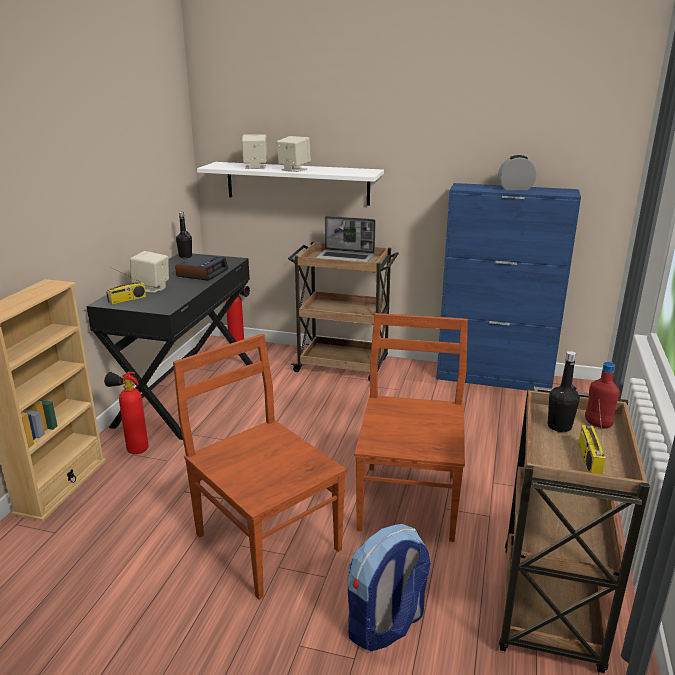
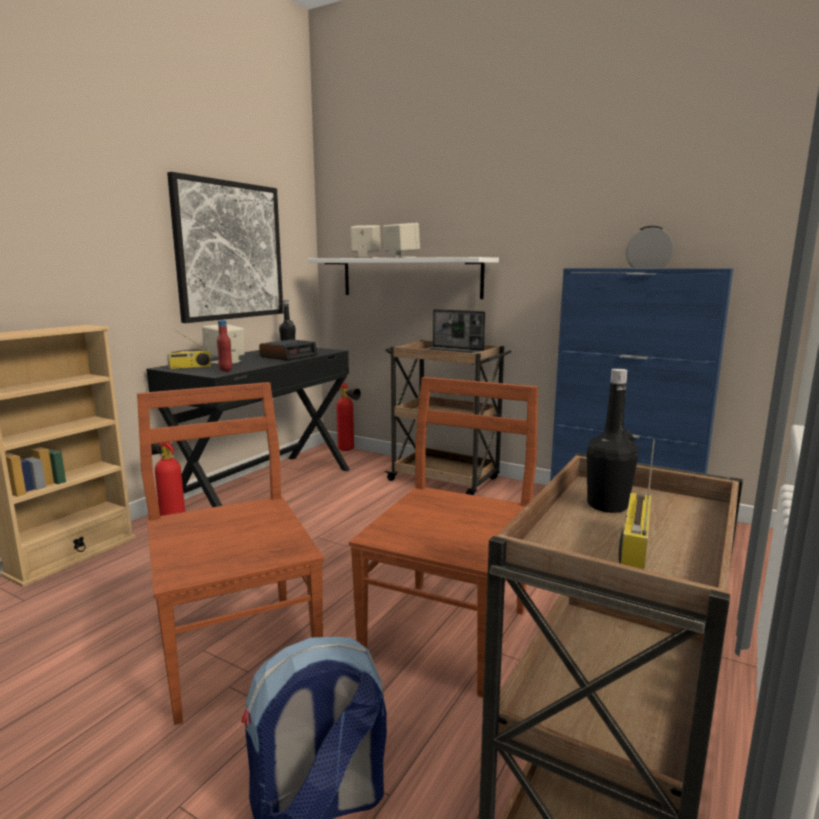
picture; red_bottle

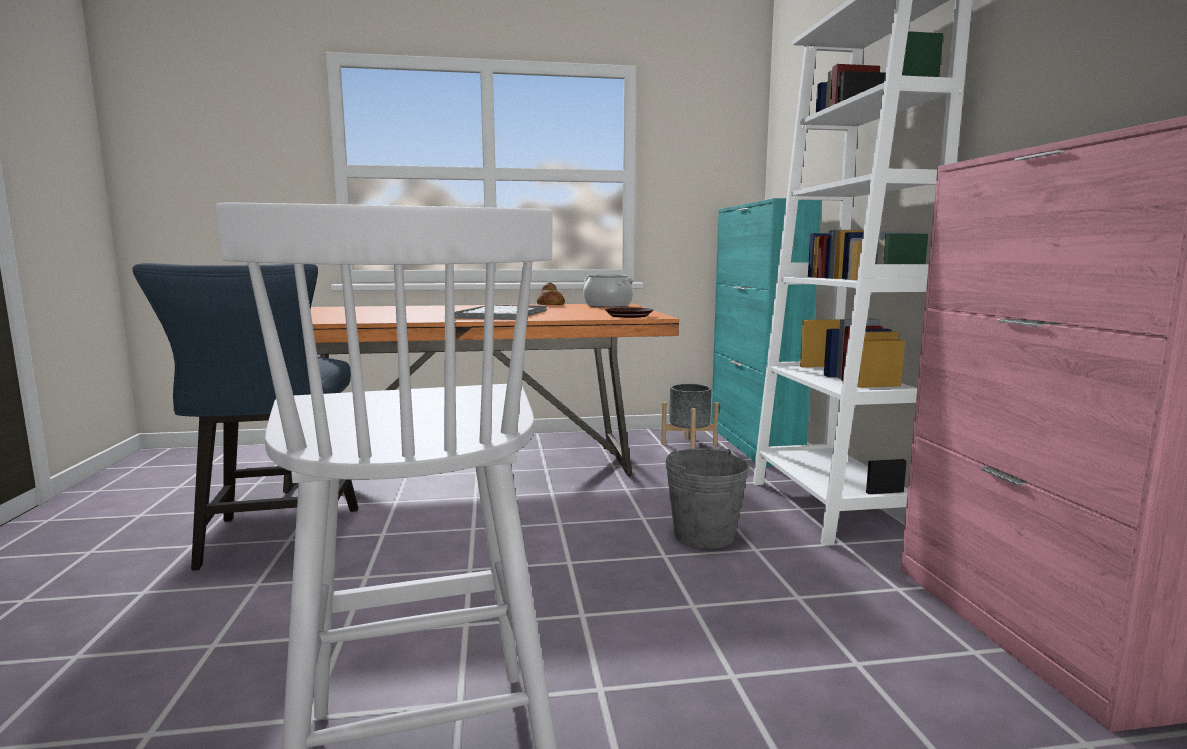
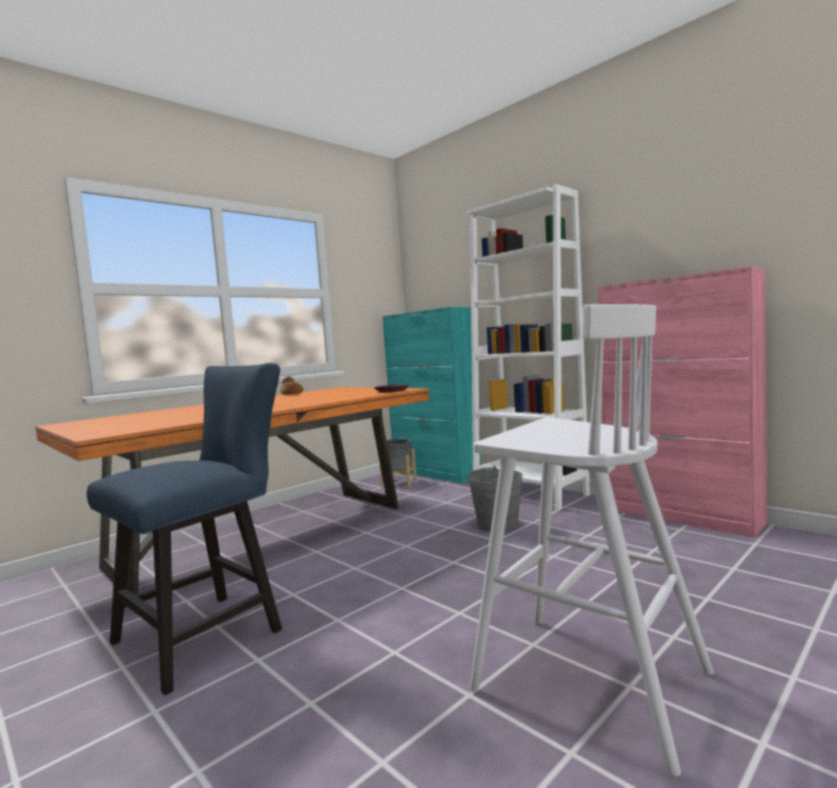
blue_chair; tray; cooking_pot

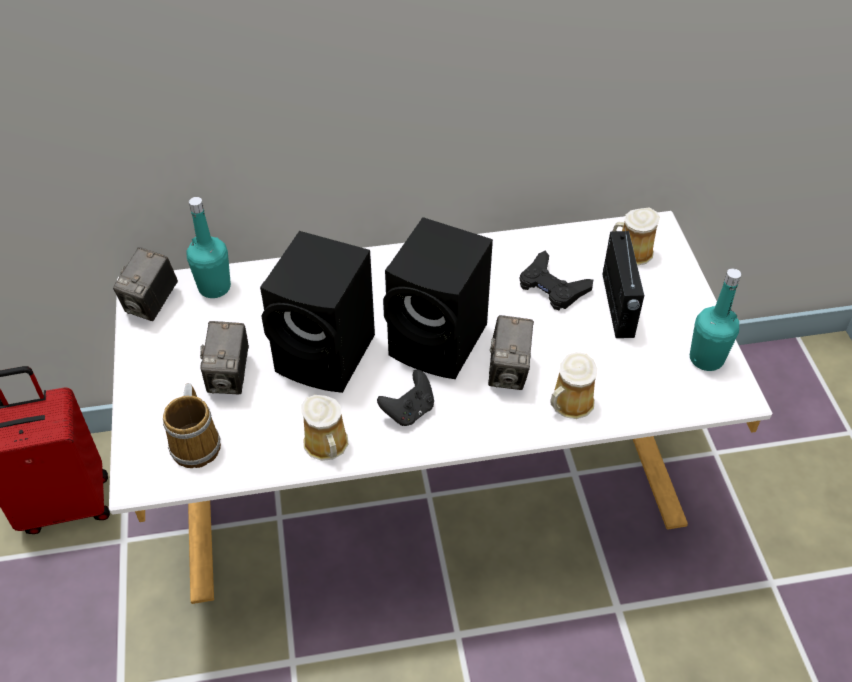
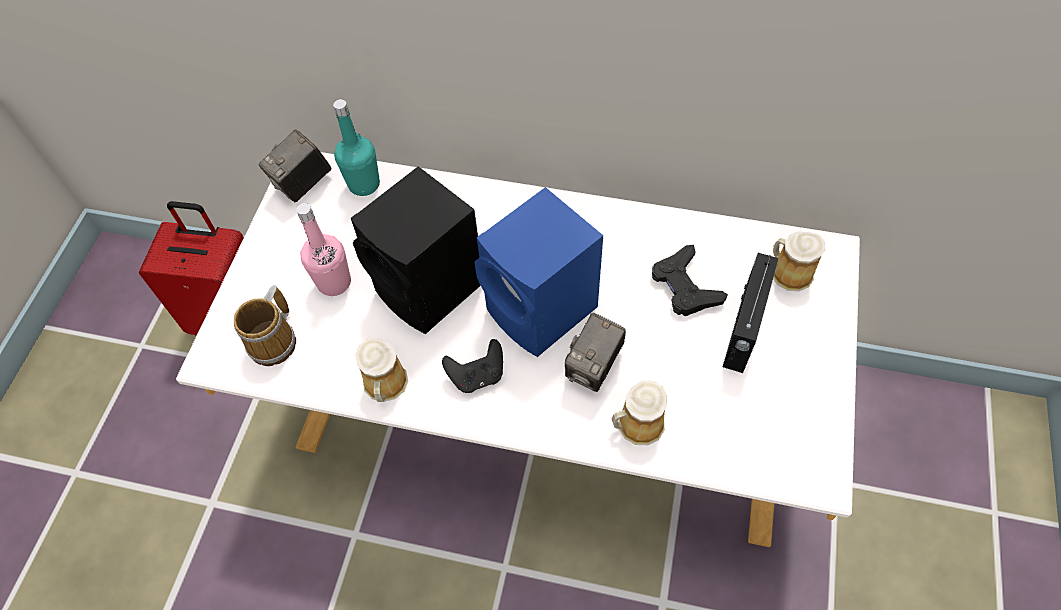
pink_bottle; blue_speaker; turquoise_bottle (2nd from left in the first image)

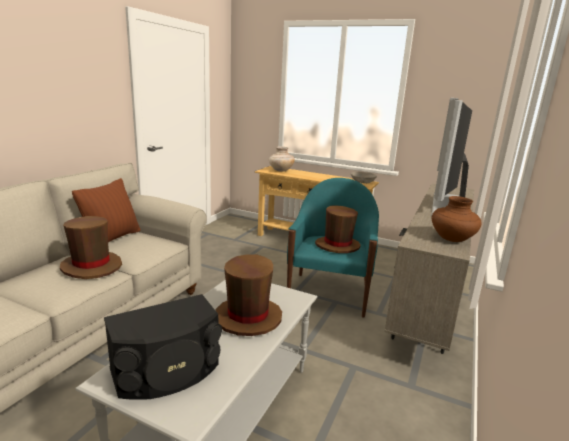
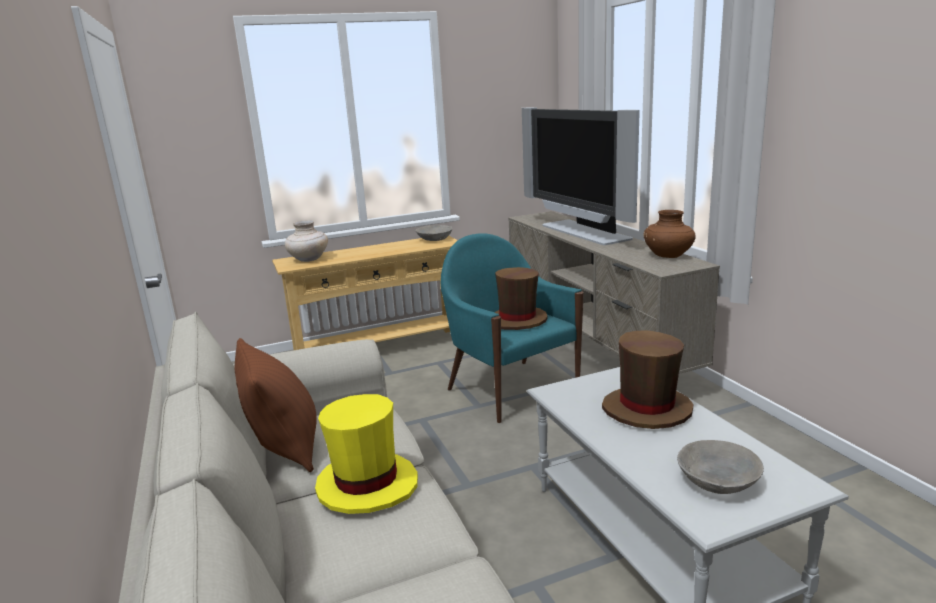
yellow_hat; grey_bowl (2nd from left)

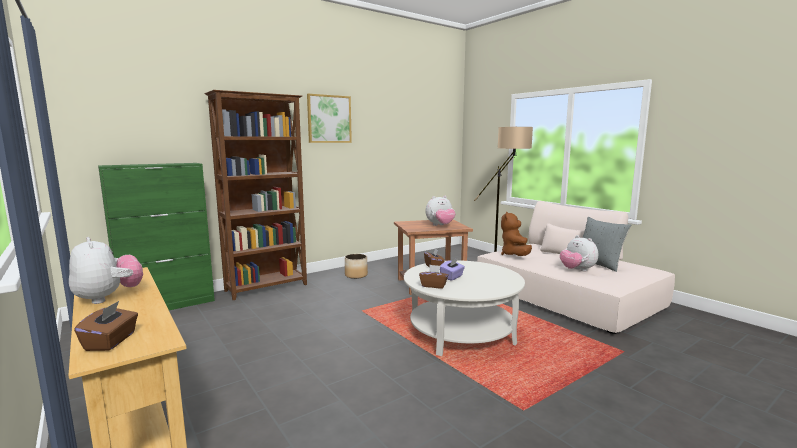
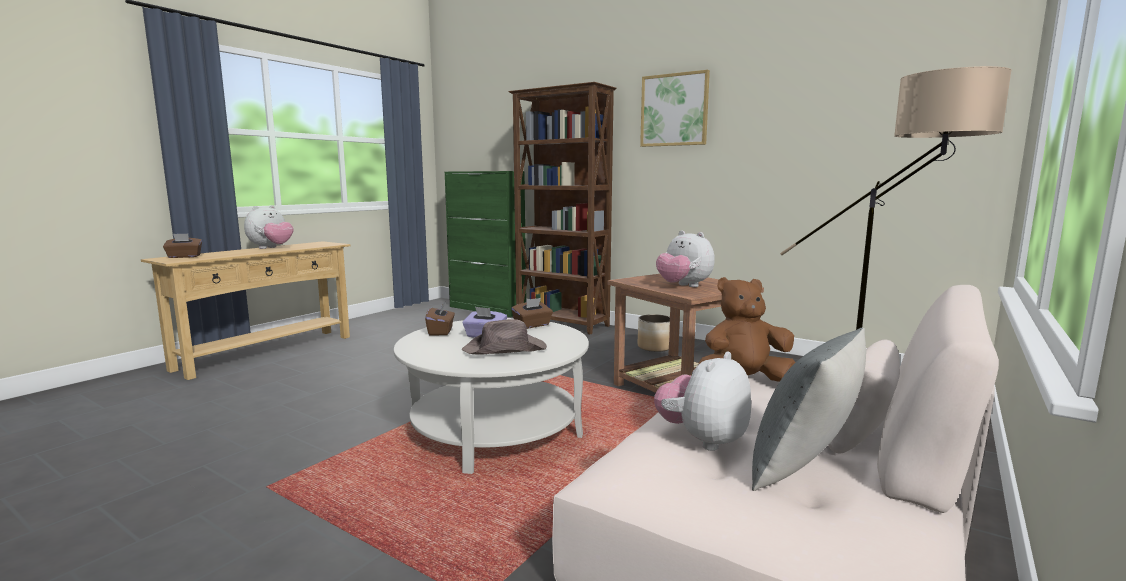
brown_hat

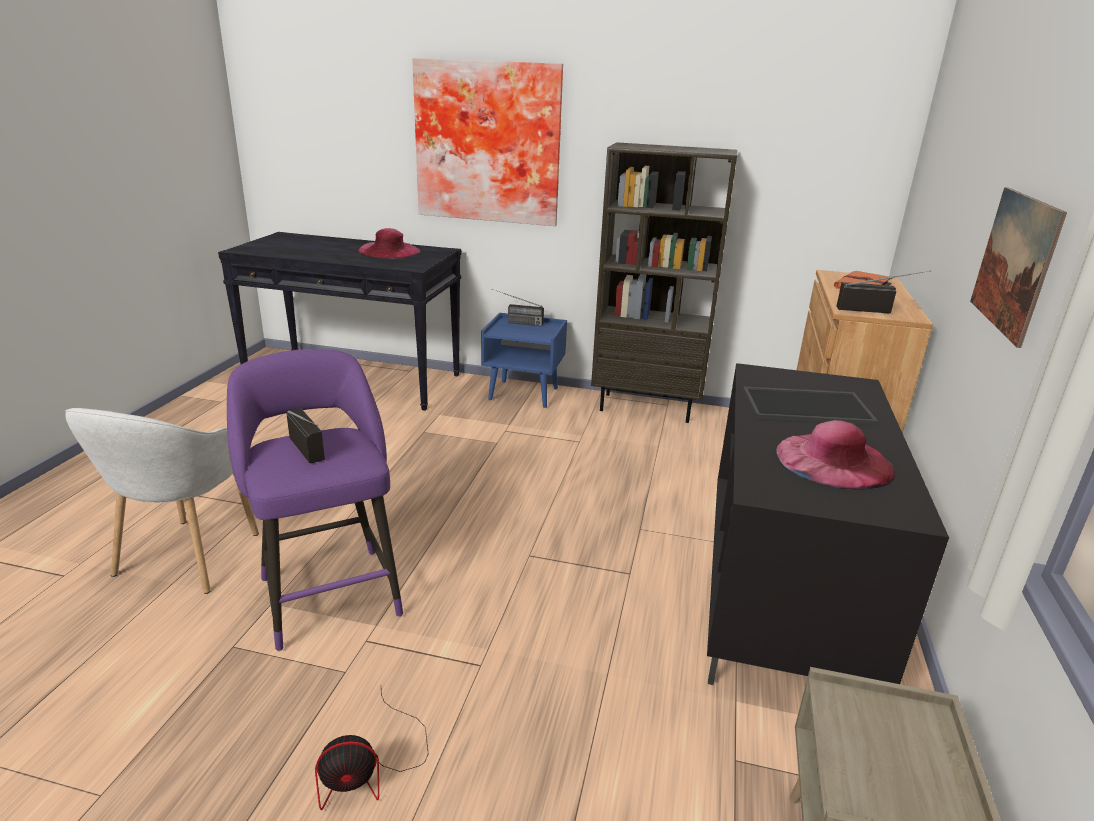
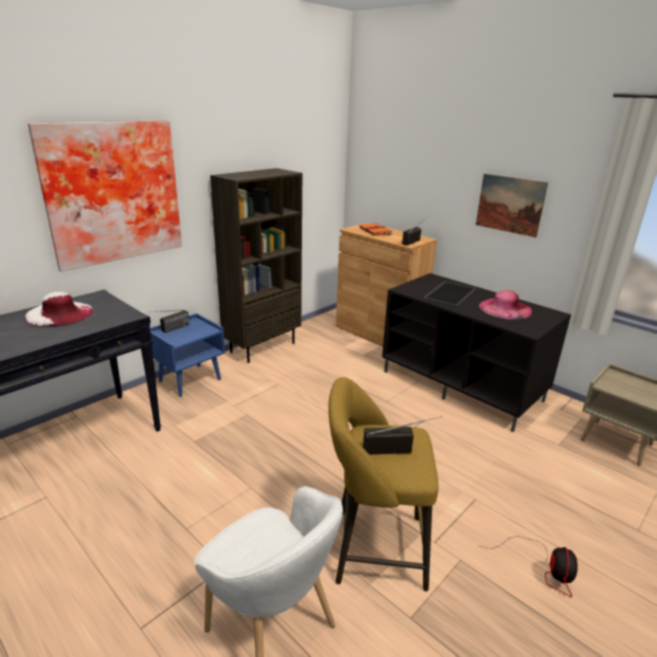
white_hat; yellow_stool

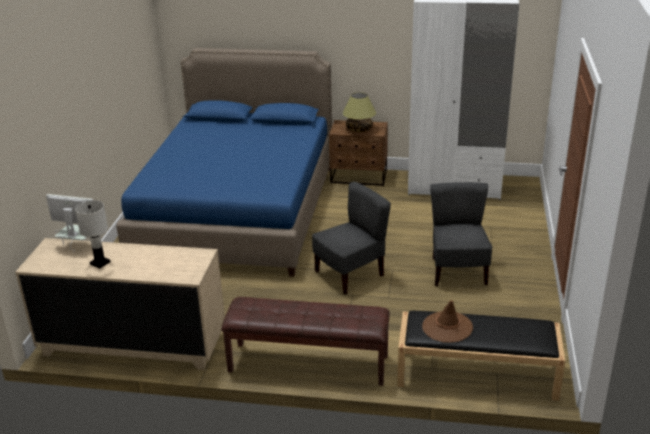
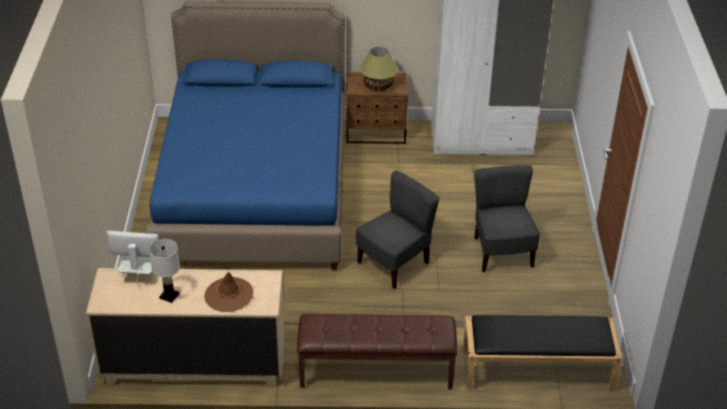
brown_hat

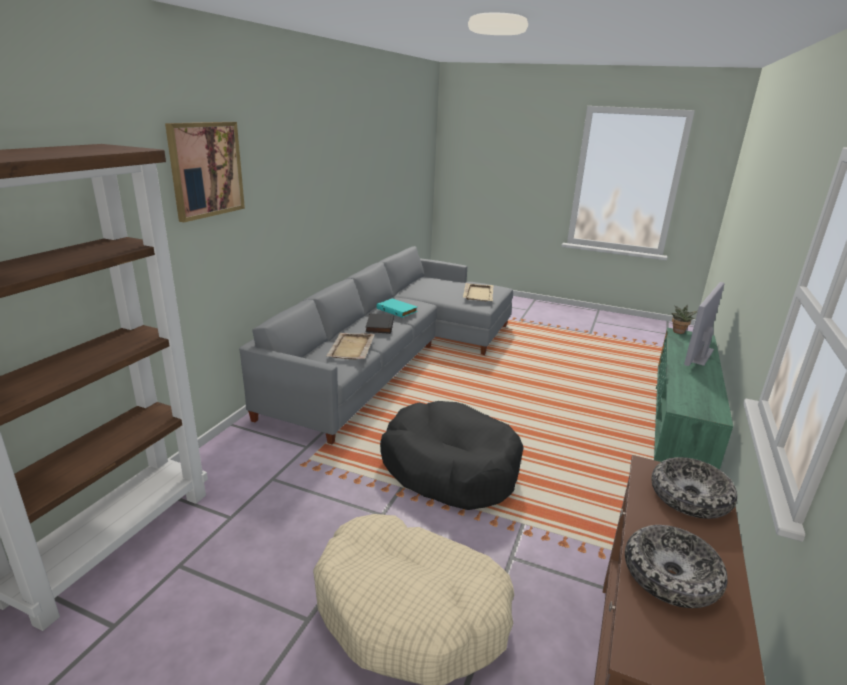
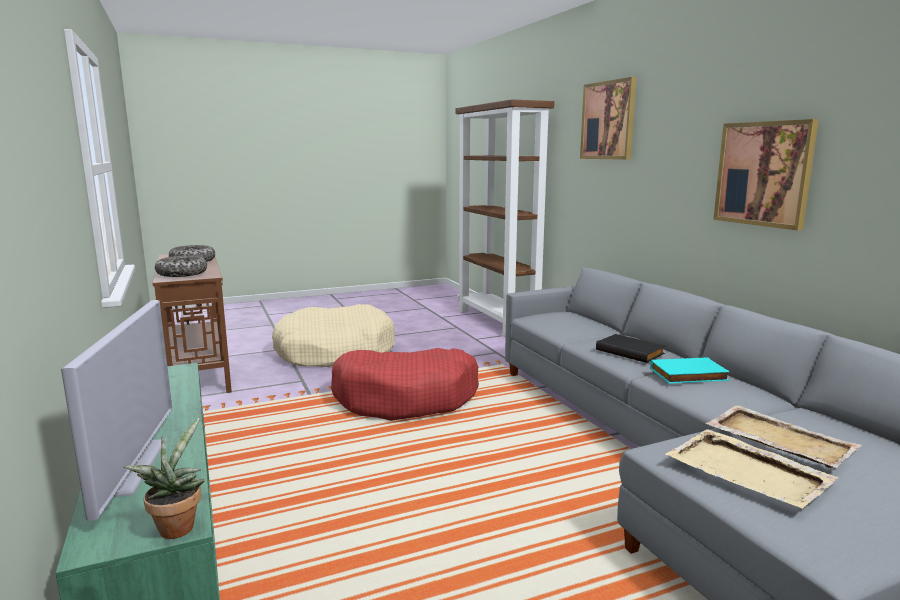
red_dog_bed; beige_tray (2nd from left); picture (2nd from left)

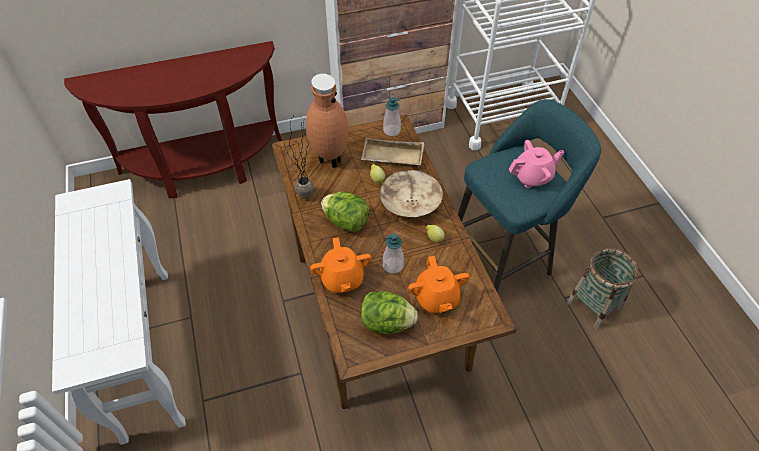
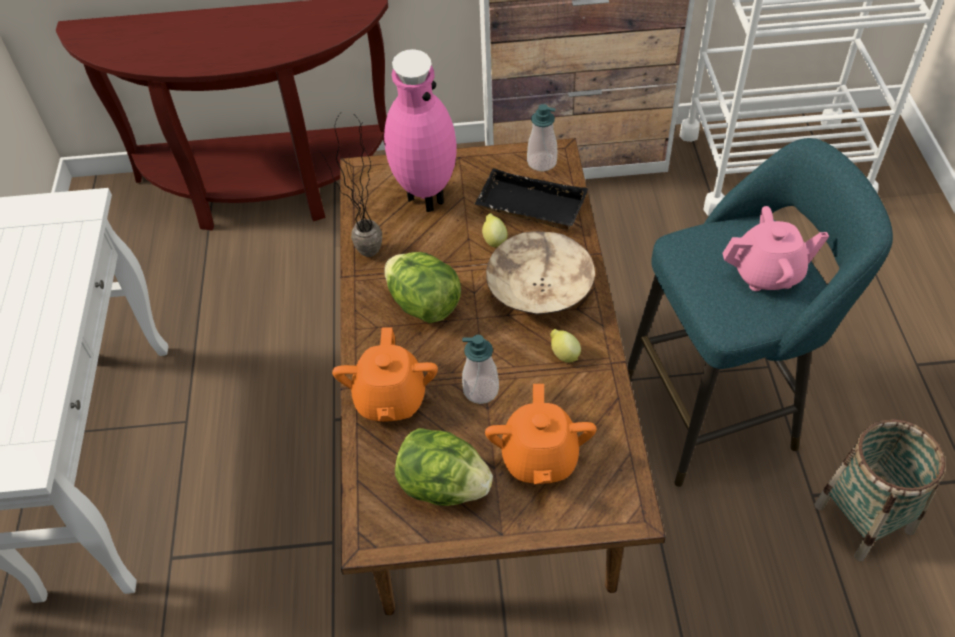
pink_vase; black_tray

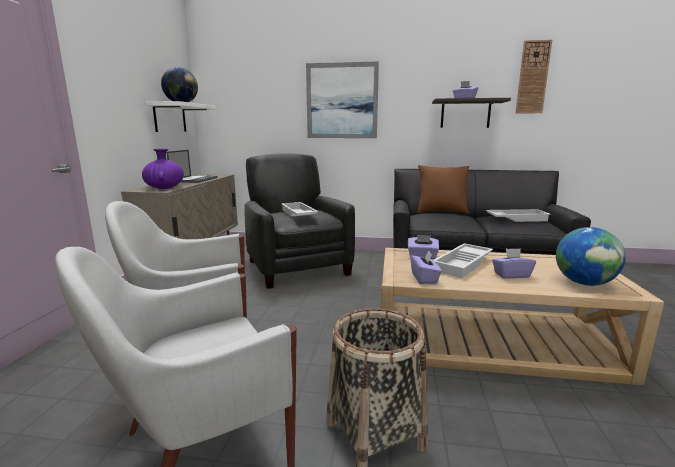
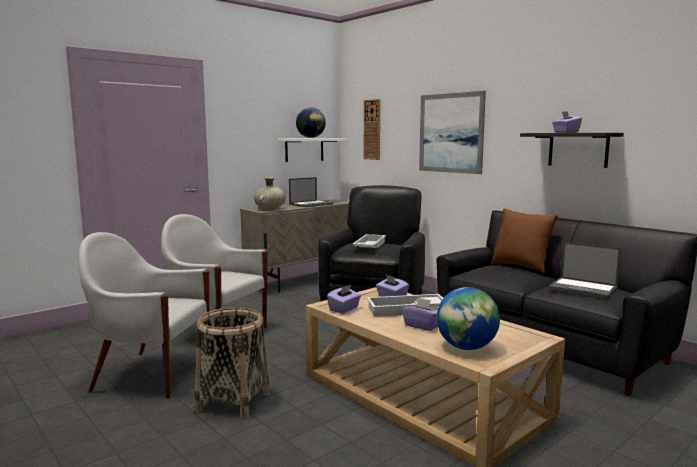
beige_vase; wall_clock; laptop (2nd from left)

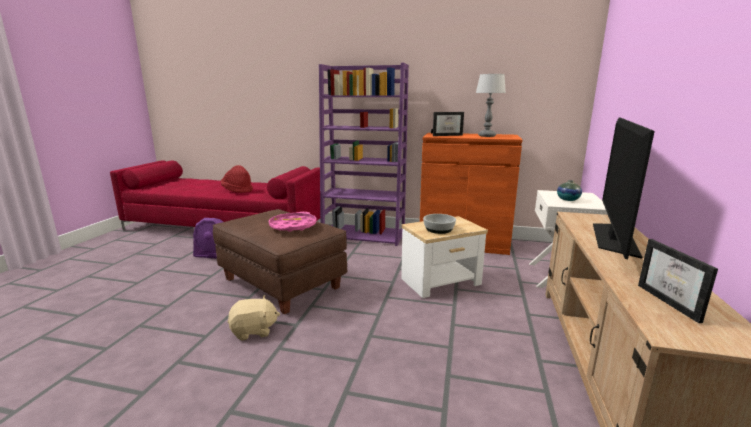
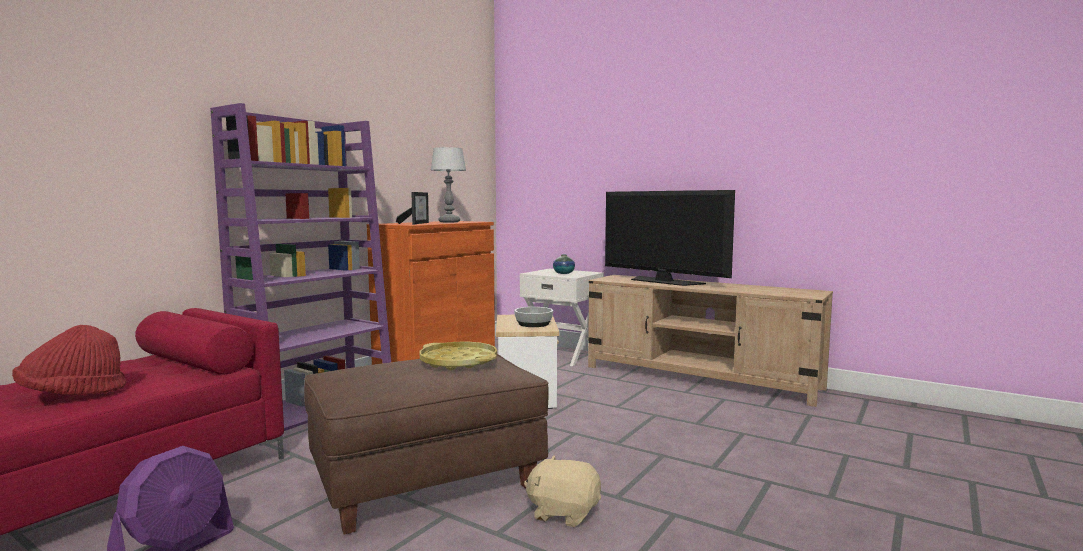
yellow_tray; beige_plush_toy; picture_frame (2nd from left in the first image)

